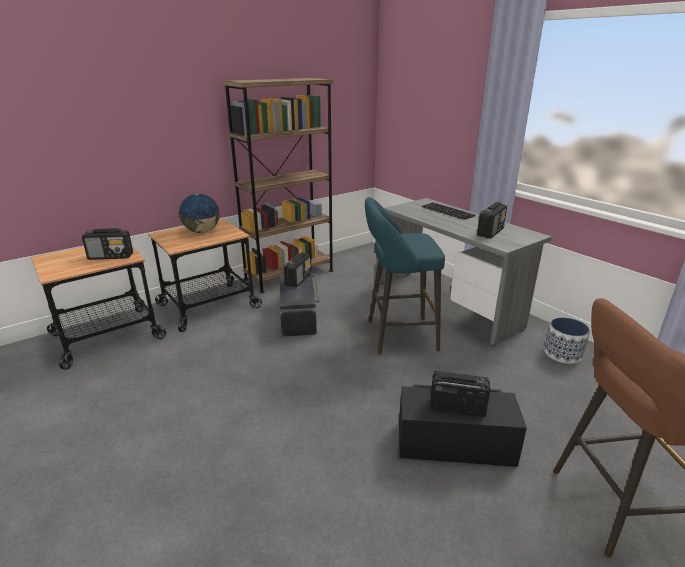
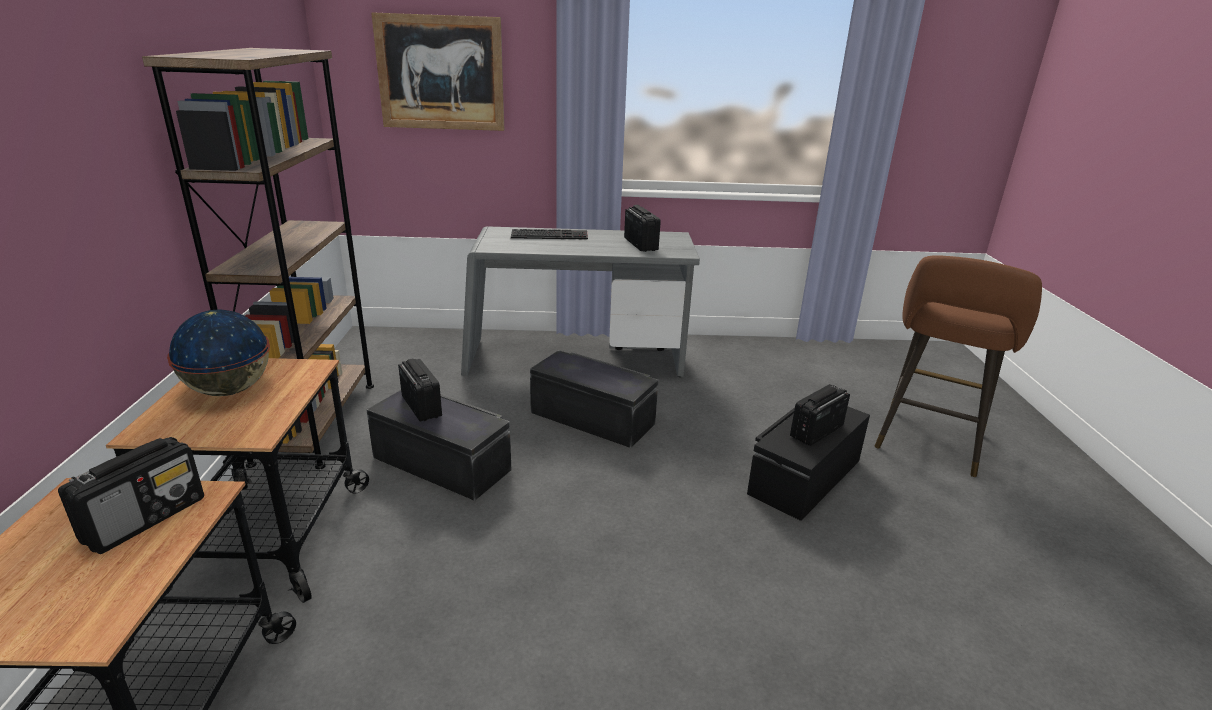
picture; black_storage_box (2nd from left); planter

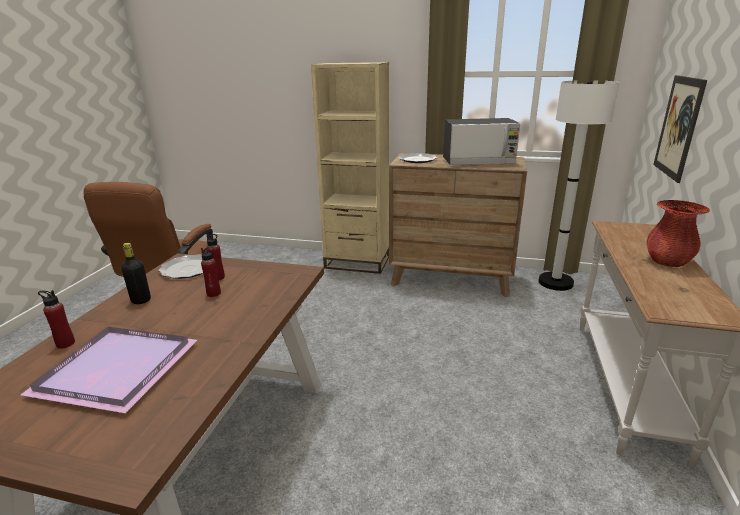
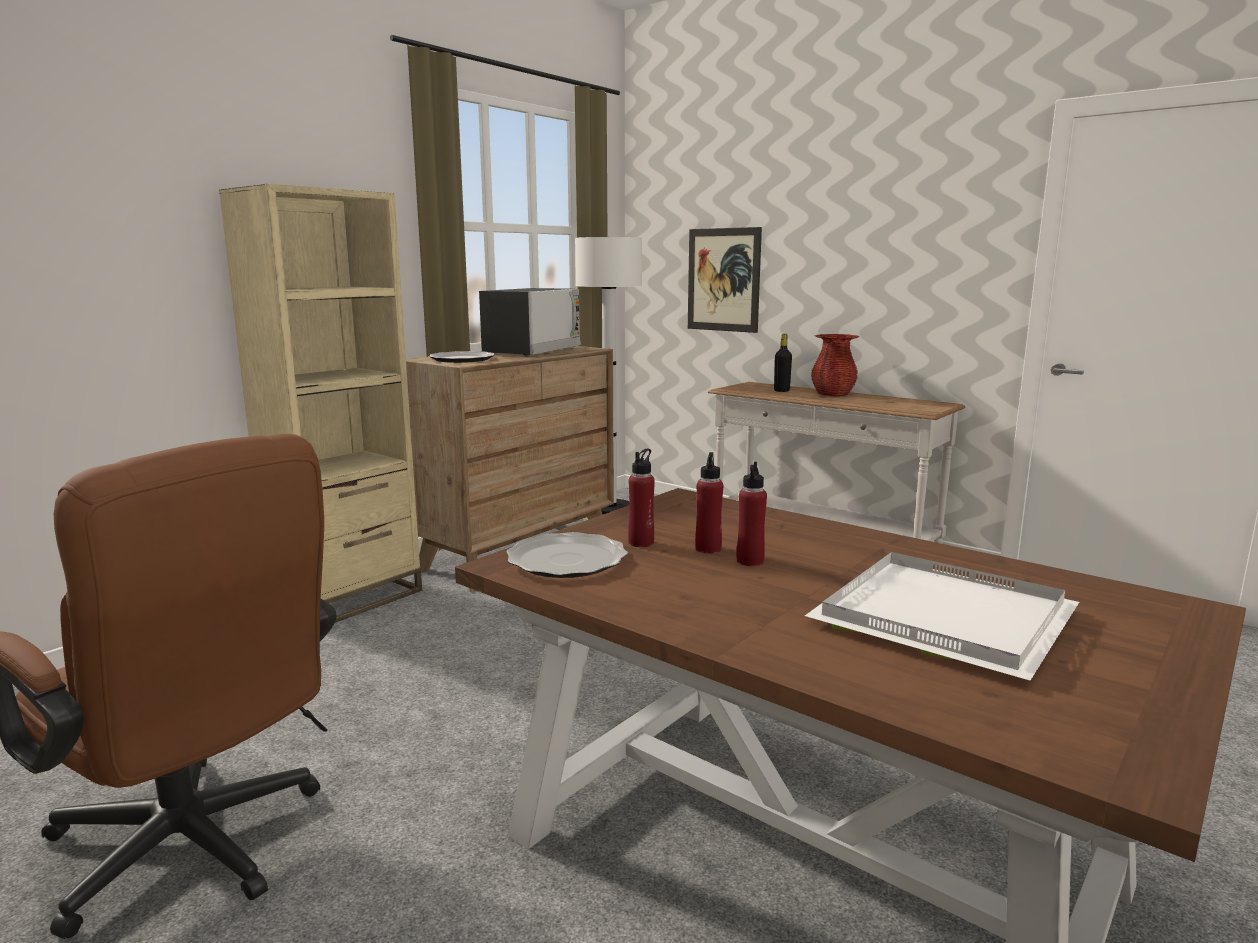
red_bottle (3rd from left); black_bottle; white_tray

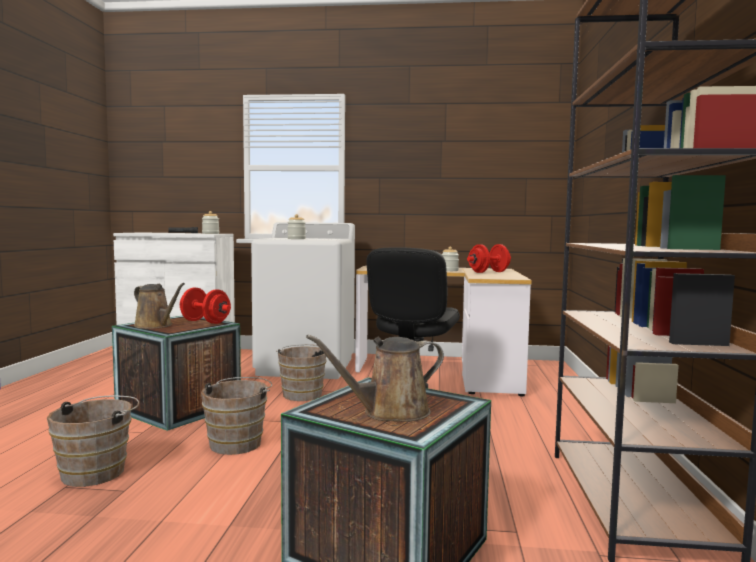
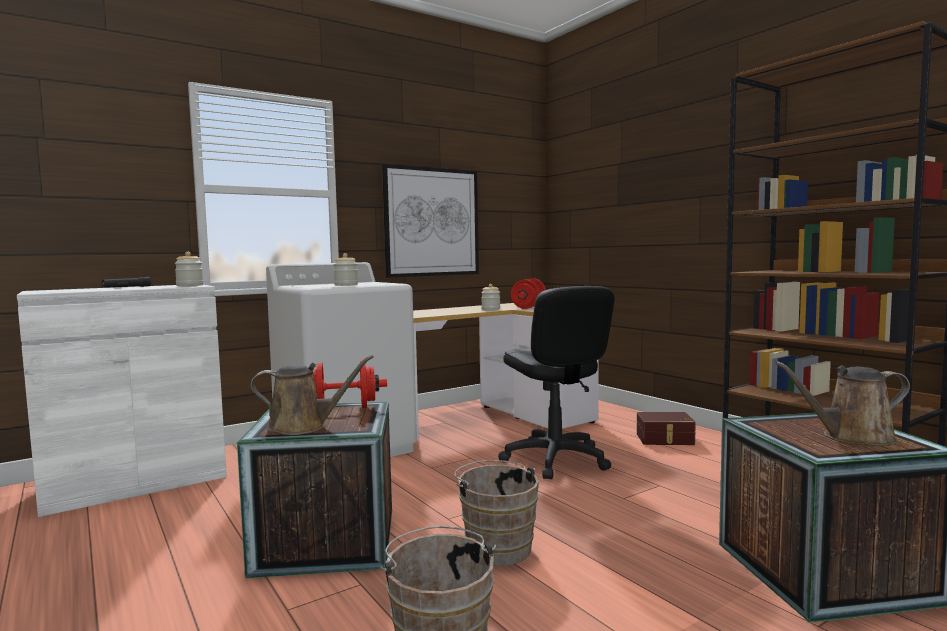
picture; brown_storage_box; brown_watering_can (2nd from left); brown_bucket (3rd from left in the first image)

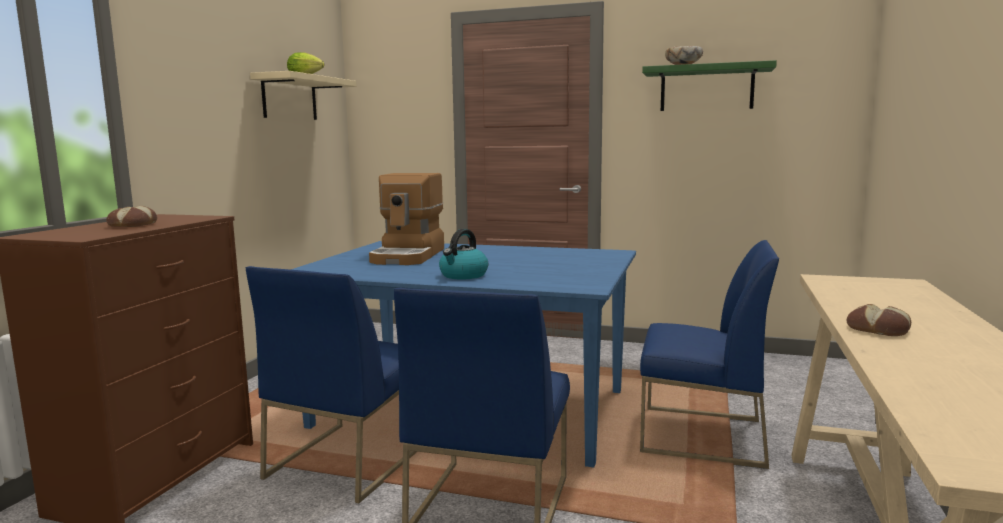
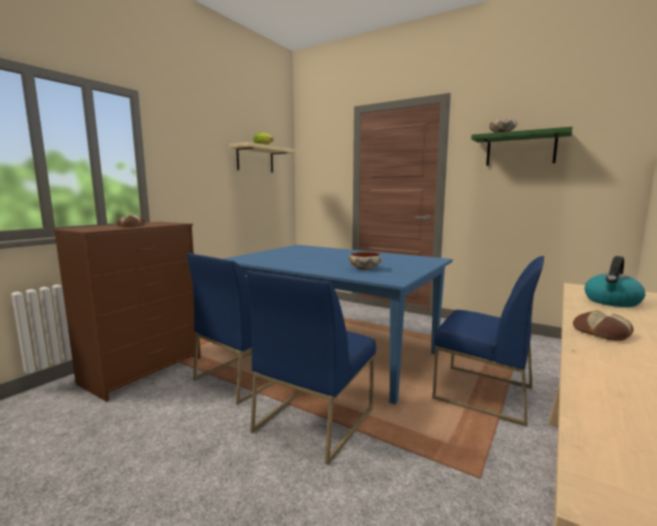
bowl (1st from left); kettle; coffee_machine

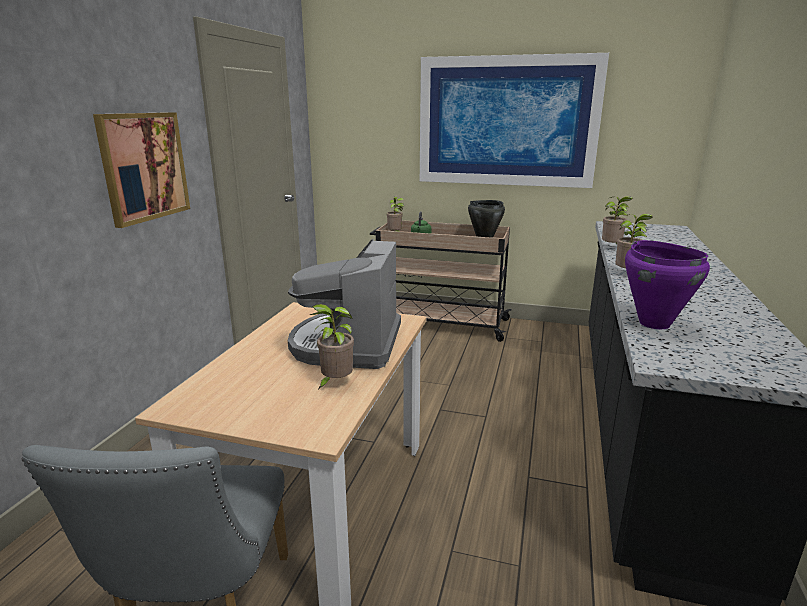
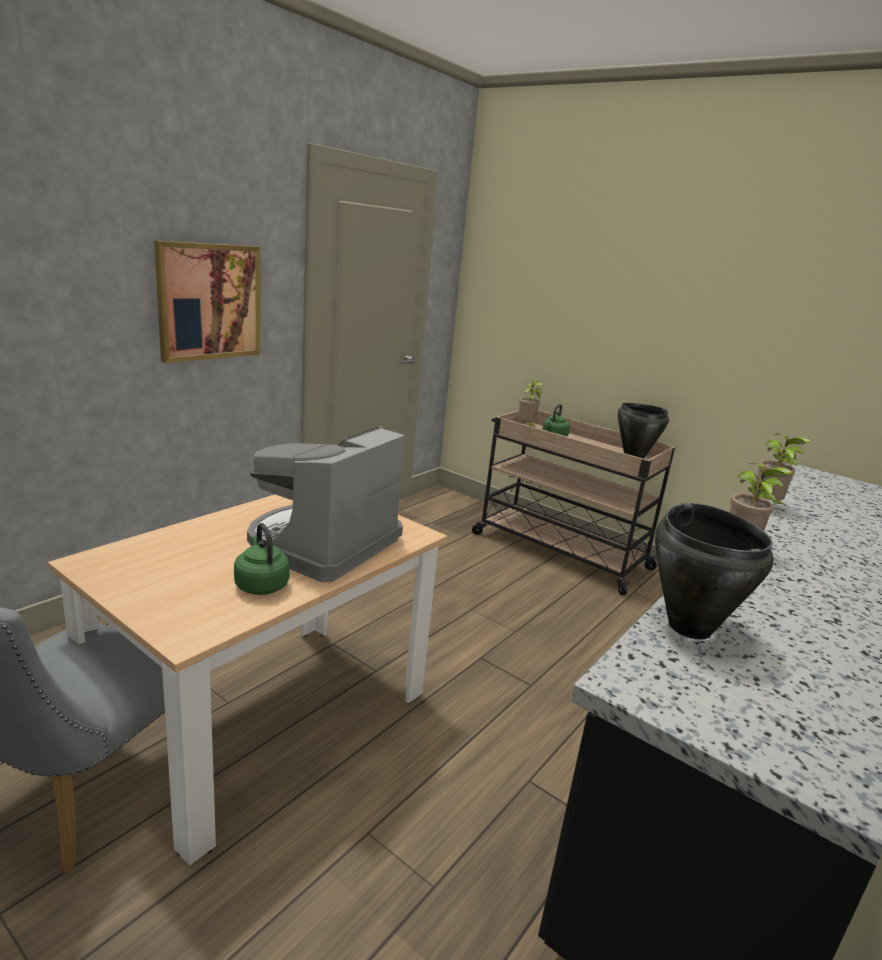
green_kettle (1st from left); black_cooking_pot (2nd from left); picture (2nd from left in the first image)

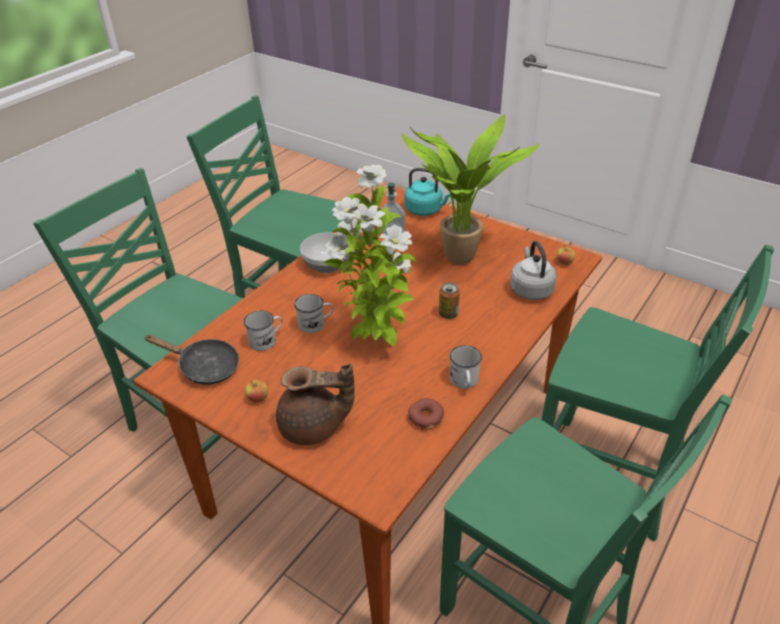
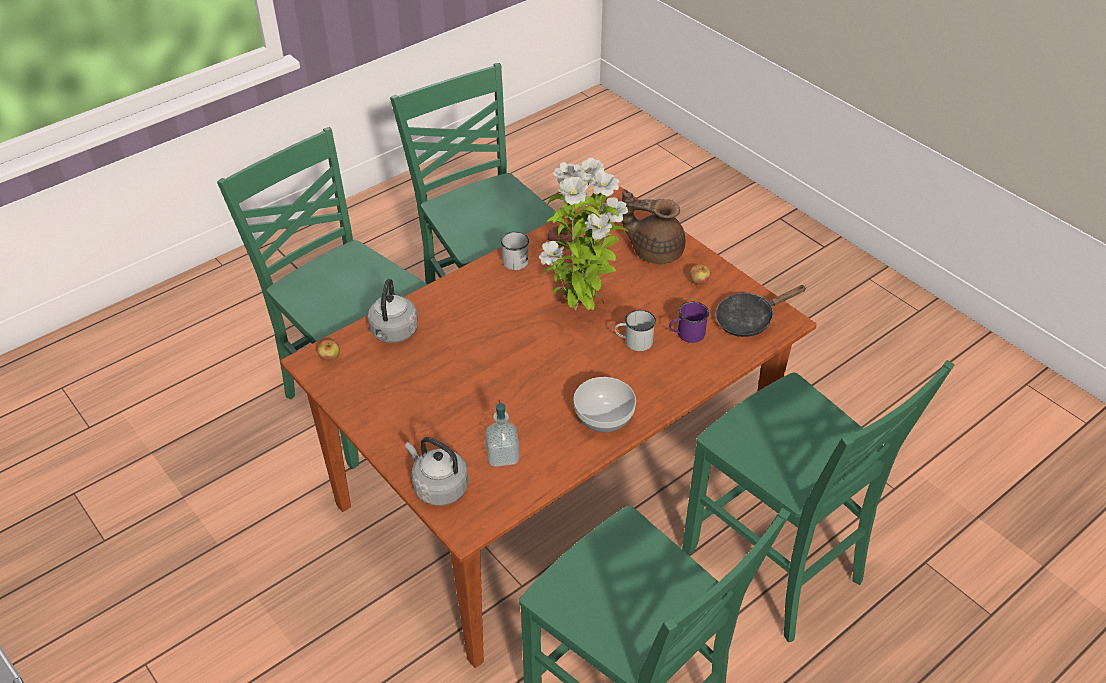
grey_kettle (2nd from left); purple_mug; black_frying_pan; potted_plant (2nd from left in the first image); can

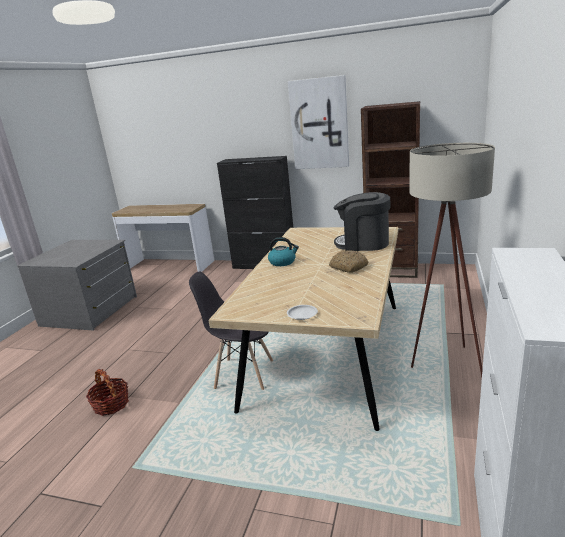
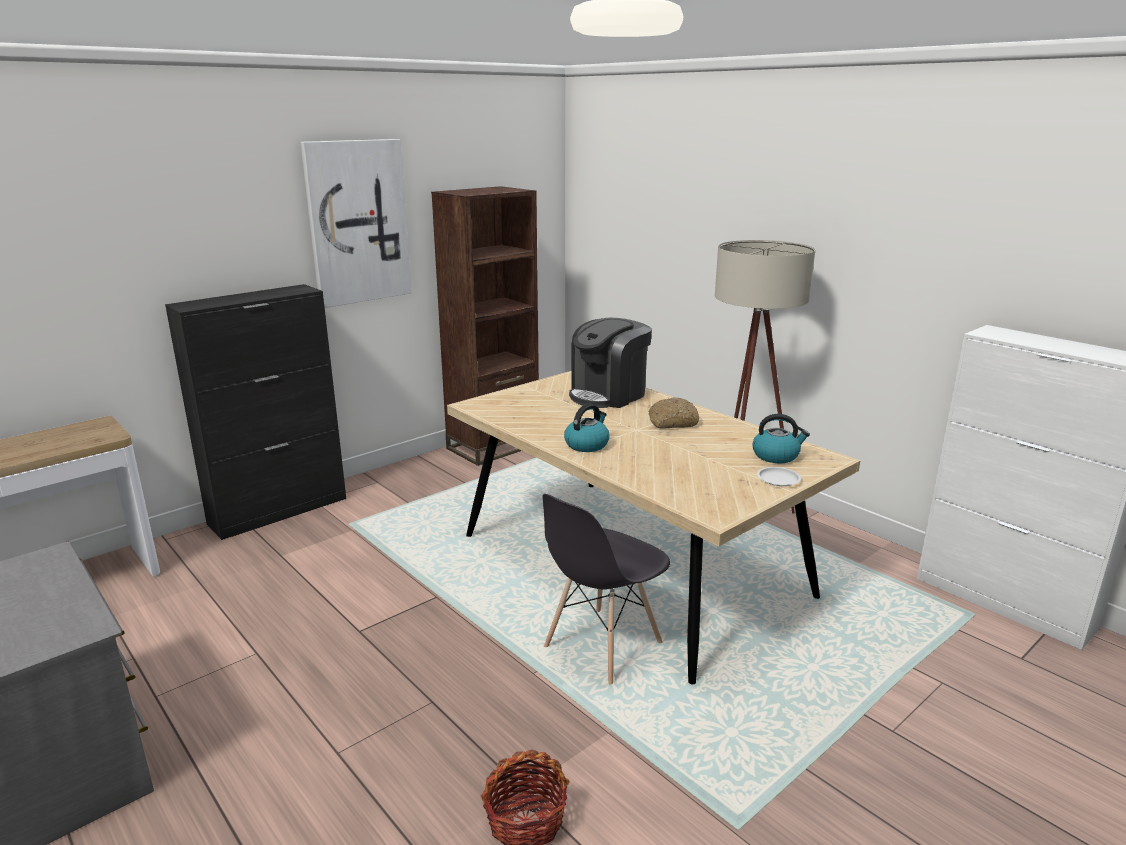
kettle (2nd from left)

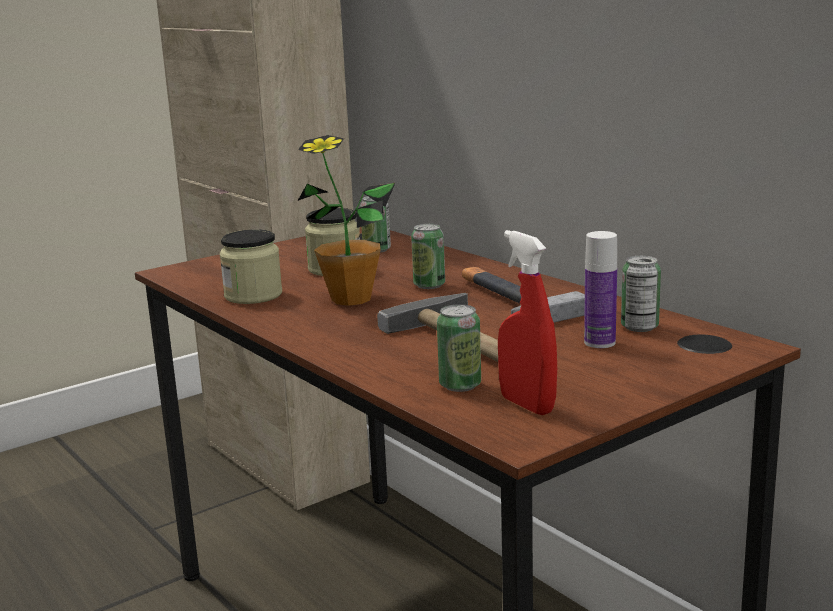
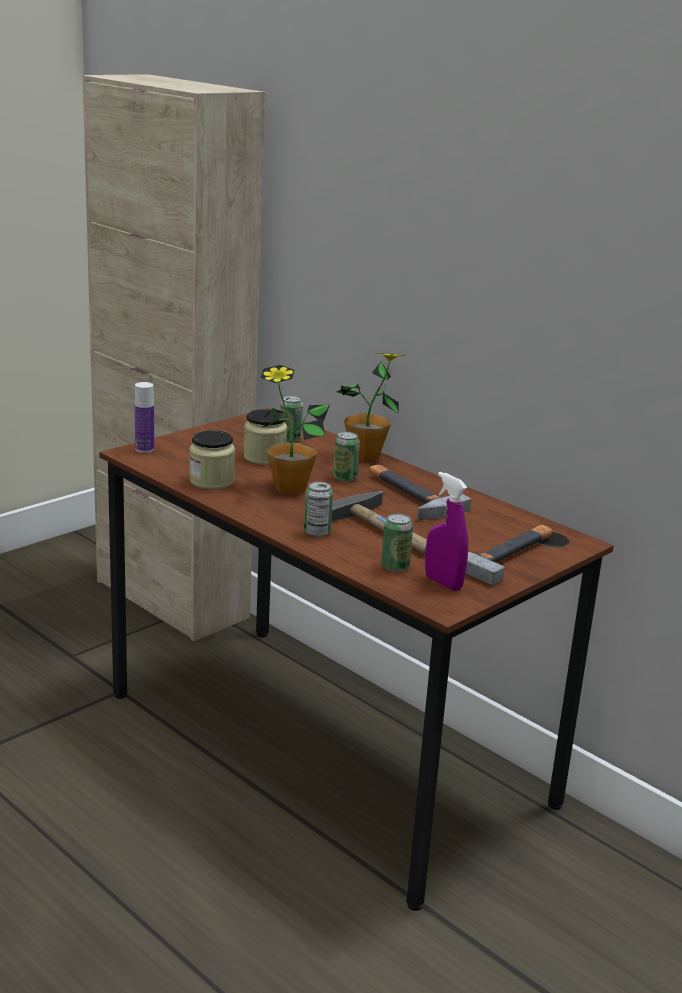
bottle; can (2nd from left); potted_plant (2nd from left); purple_spray_bottle; hammer (3rd from left)

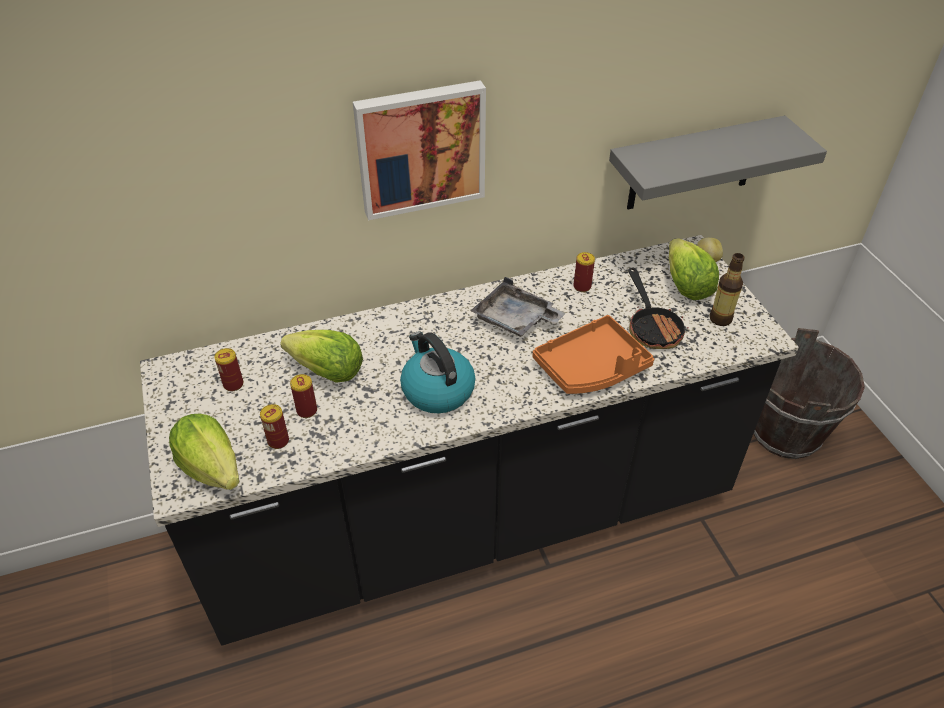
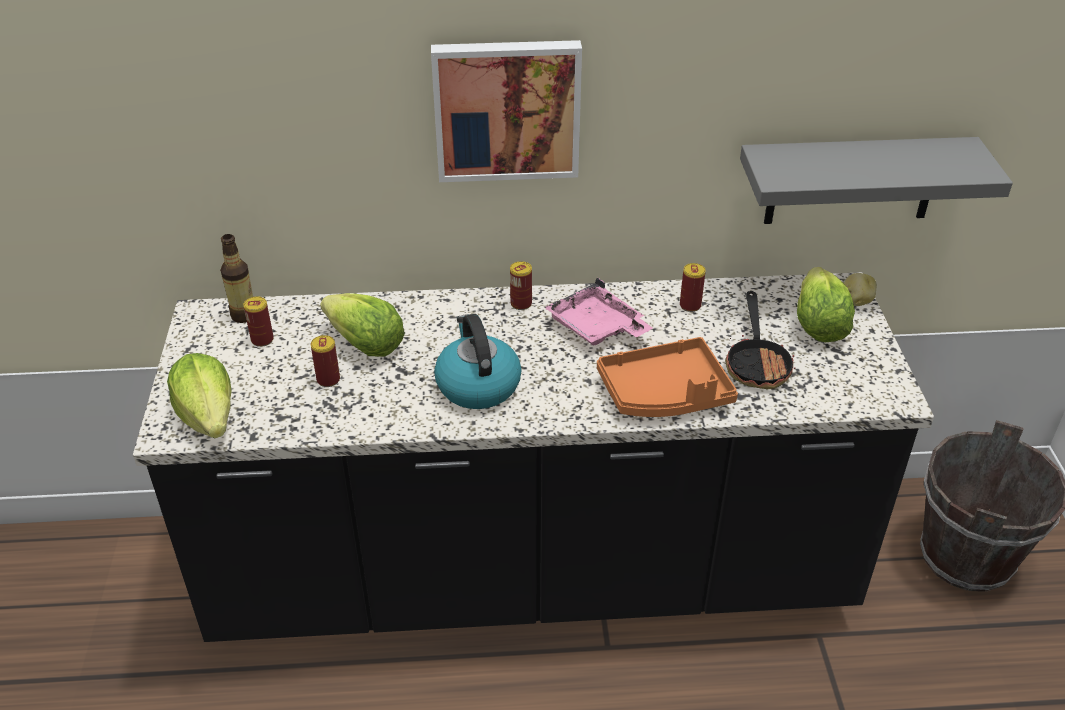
bottle; can (3rd from left); pink_tray

